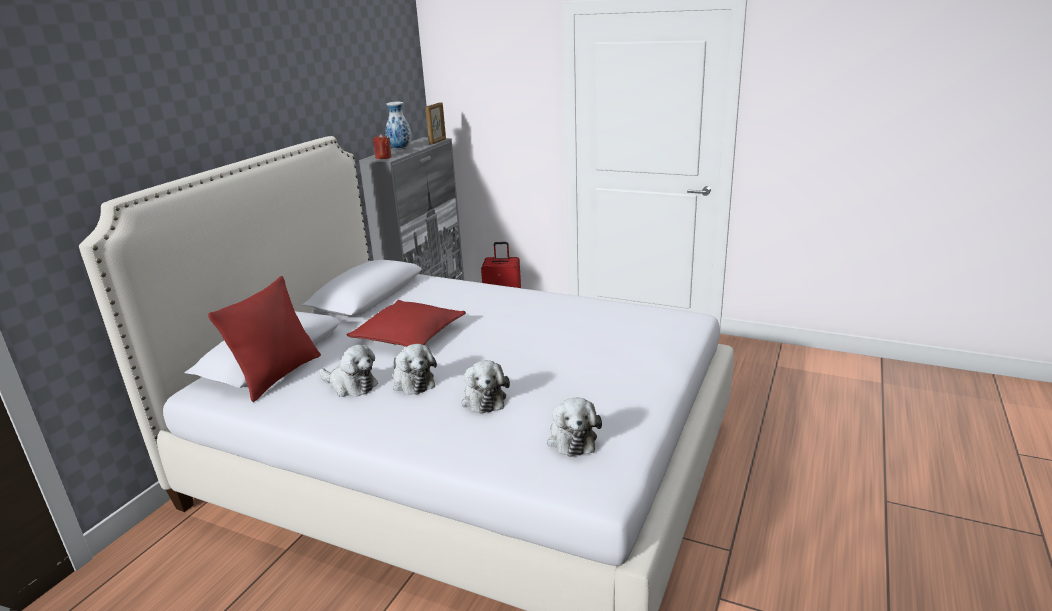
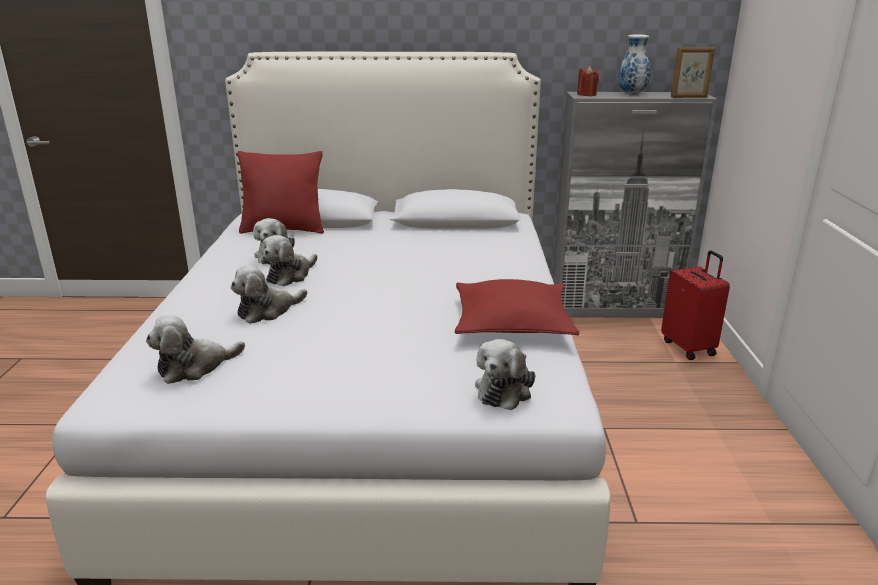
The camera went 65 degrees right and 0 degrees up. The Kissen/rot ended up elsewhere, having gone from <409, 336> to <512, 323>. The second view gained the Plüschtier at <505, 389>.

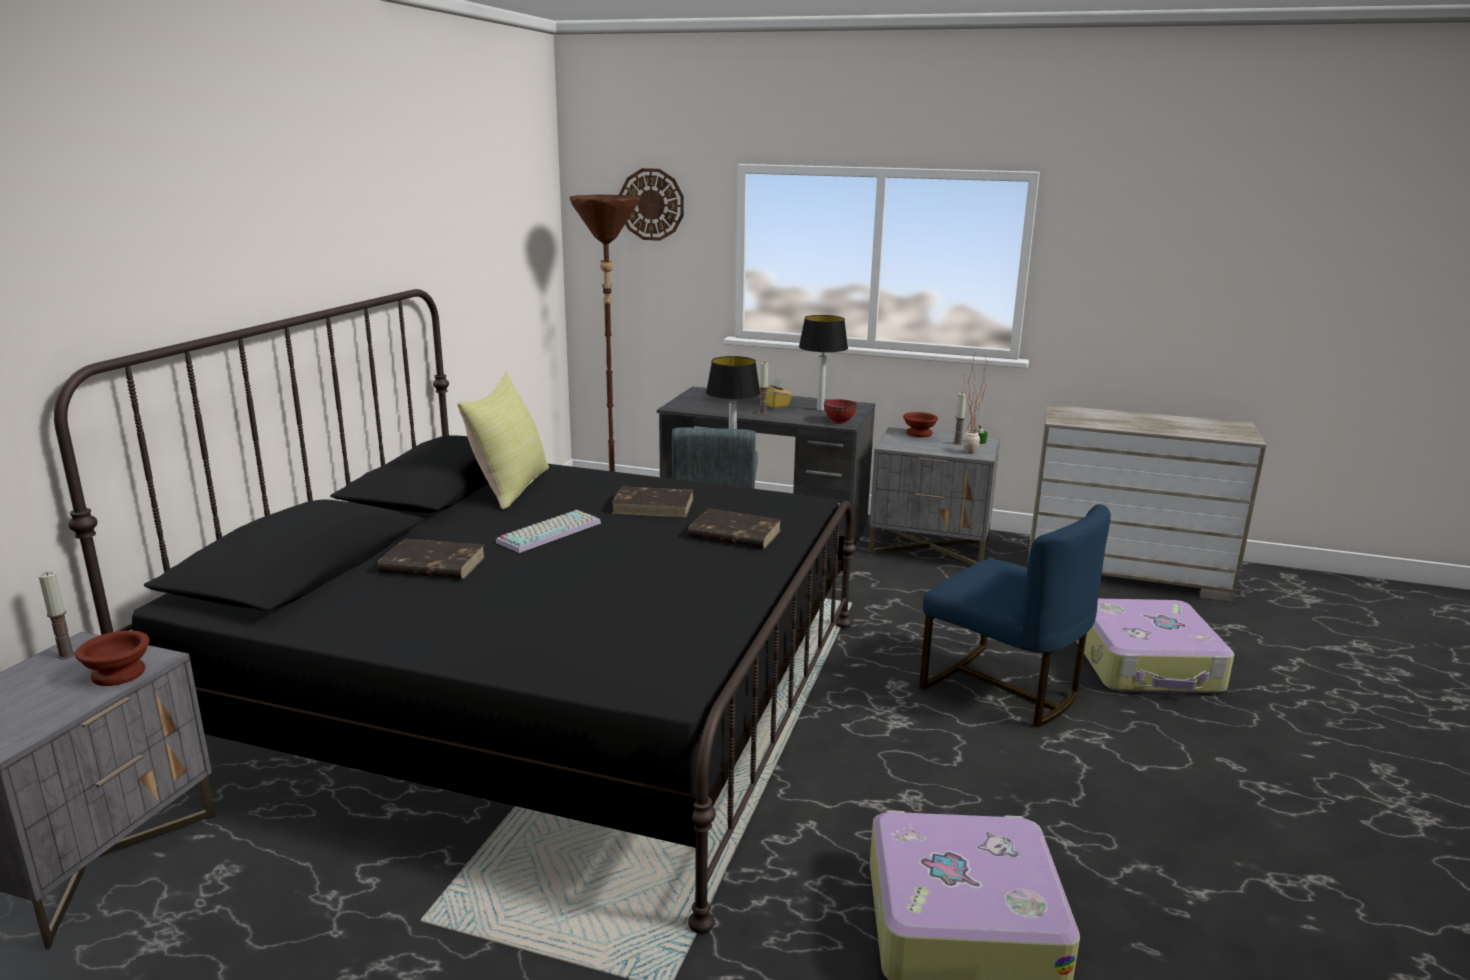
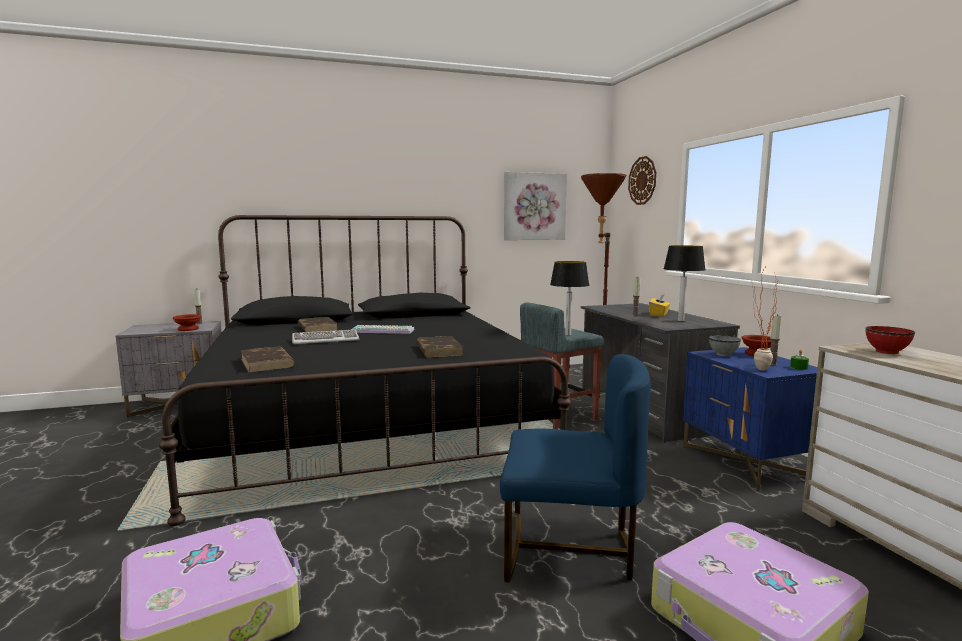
The camera went 55 degrees right and 10 degrees down. The second view lost the Kissen/gelb at <510, 487>. The Buch/braun ended up elsewhere, having gone from <654, 506> to <267, 363>. The Schüssel/rot ended up elsewhere, having gone from <839, 422> to <886, 352>. What was the Nachttisch/grau at <930, 549> turned into the Nachttisch/blau at <746, 462>. The Stuhl/blau at <1003, 688> ended up facing another way, 90 degrees counterclockwise from before. The second view gained the Tastatur at <326, 340>. The second view gained the Bild at <534, 206>. The second view gained the Schüssel/grau at <723, 354>.

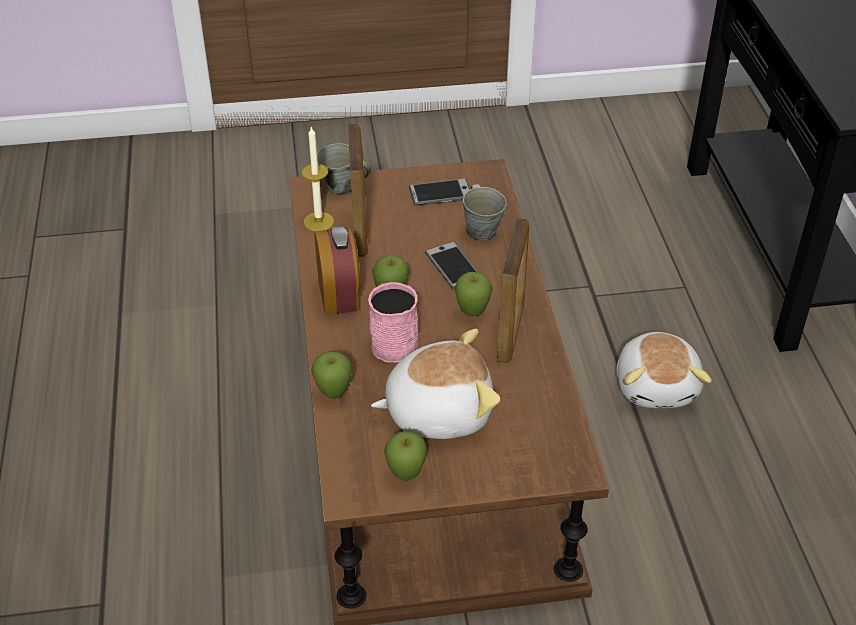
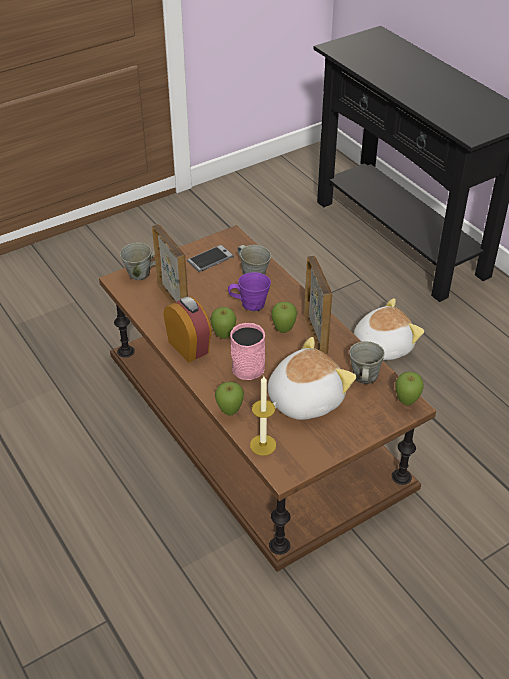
The camera went 25 degrees left and 0 degrees up. The Kerze ended up elsewhere, having gone from <318, 221> to <263, 445>. The Apfel ended up elsewhere, having gone from <406, 475> to <406, 402>. Where the Handy stood at <453, 266>, the Henkelbecher/lila came to stand at <251, 304>. The Plüschtier at <657, 386> ended up facing another way, 90 degrees counterclockwise from before. The second view gained the Henkelbecher/grau at <364, 377>.

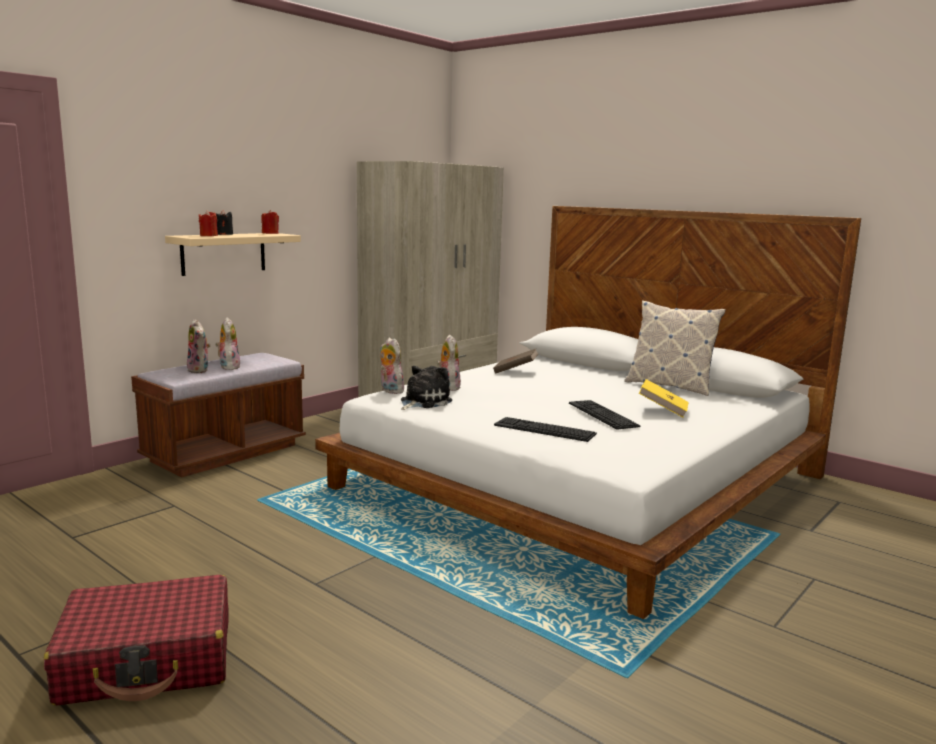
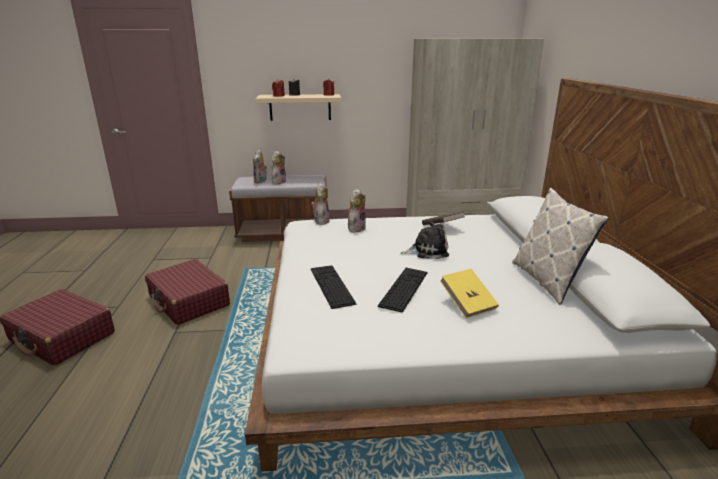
The camera went 45 degrees right and 10 degrees up. The Plüschtier ended up elsewhere, having gone from <423, 402> to <427, 251>. The second view gained the Koffer/rot at <189, 301>.

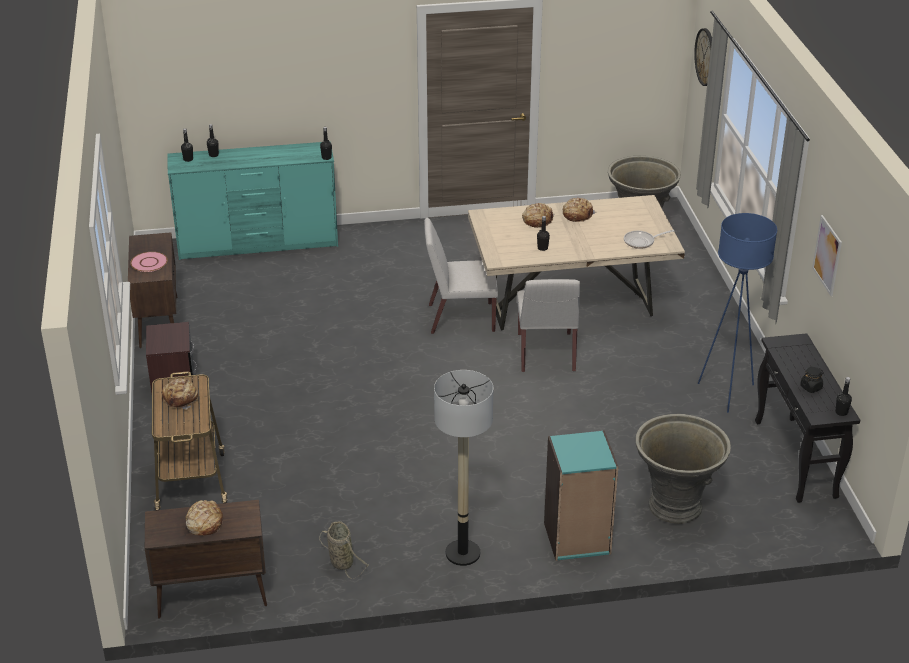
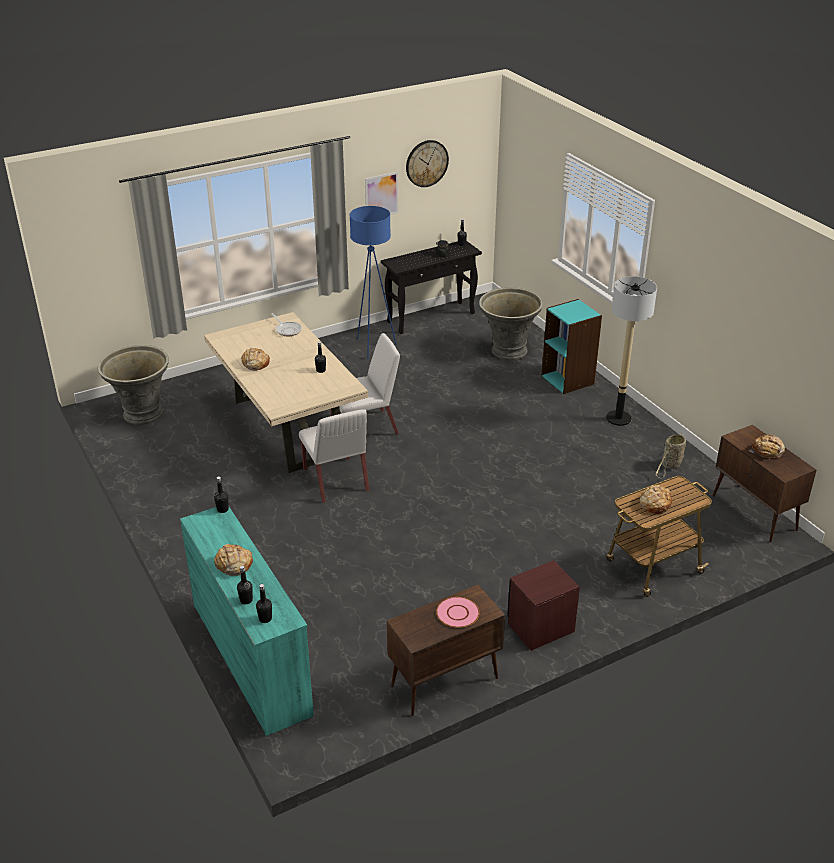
The camera went 110 degrees left and 0 degrees up. The Brot ended up elsewhere, having gone from <537, 220> to <233, 565>. The Wanduhr ended up elsewhere, having gone from <706, 57> to <426, 163>.

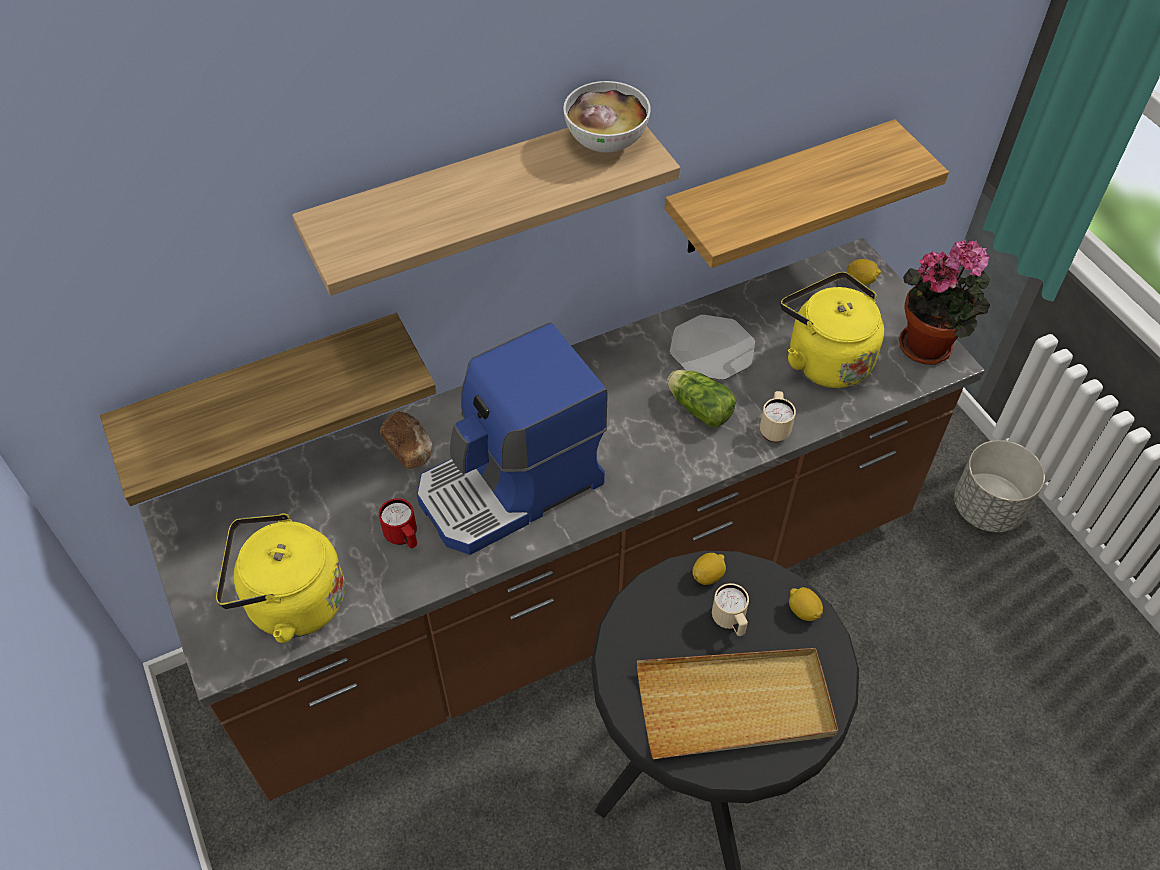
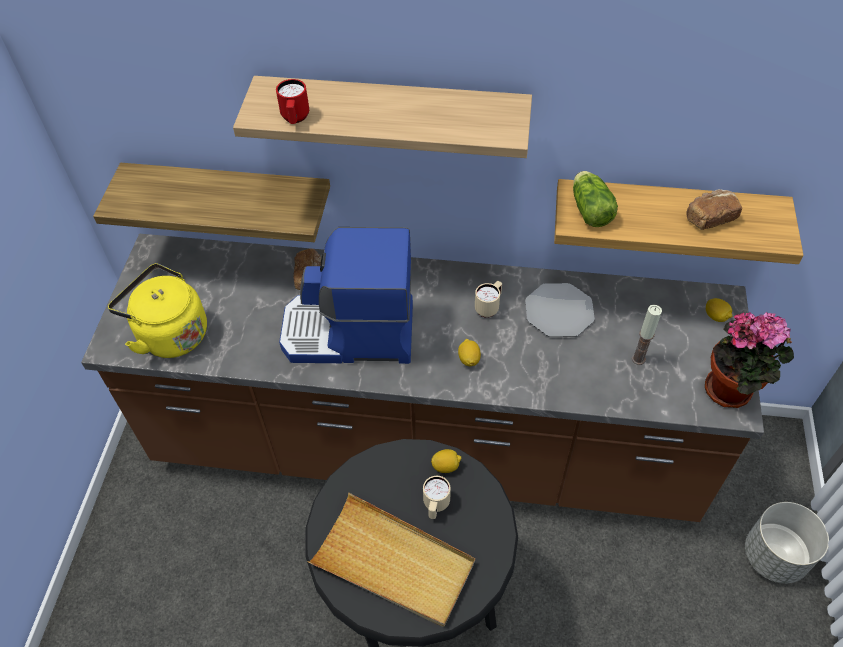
The camera went 35 degrees right and 0 degrees up. The Henkelbecher/rot ended up elsewhere, having gone from <403, 537> to <295, 119>. The second view lost the Schüssel at <606, 142>. The Salatkopf ended up elsewhere, having gone from <697, 407> to <589, 208>. The Henkelbecher/beige ended up elsewhere, having gone from <774, 428> to <489, 307>. Where the Wasserkessel/gelb stood at <824, 358>, the Kerze came to stand at <638, 359>. The Zitrone ended up elsewhere, having gone from <803, 611> to <469, 359>. The second view gained the Brot at <709, 218>.

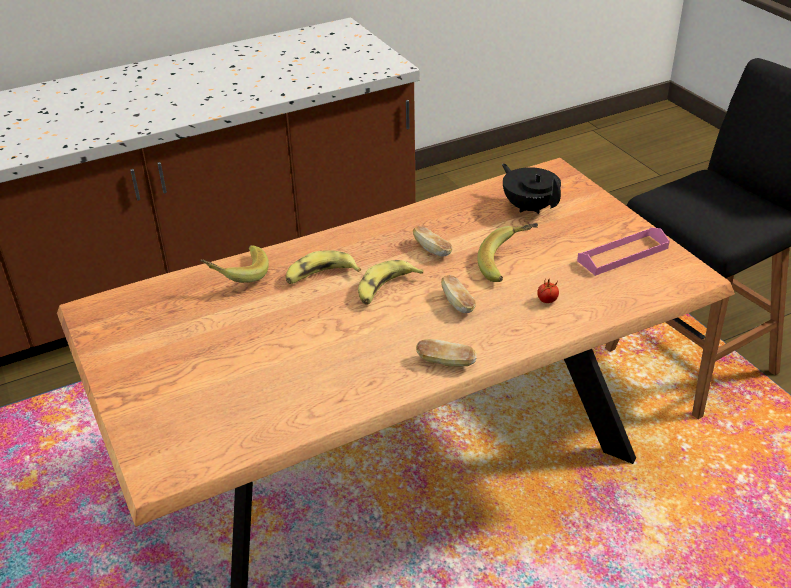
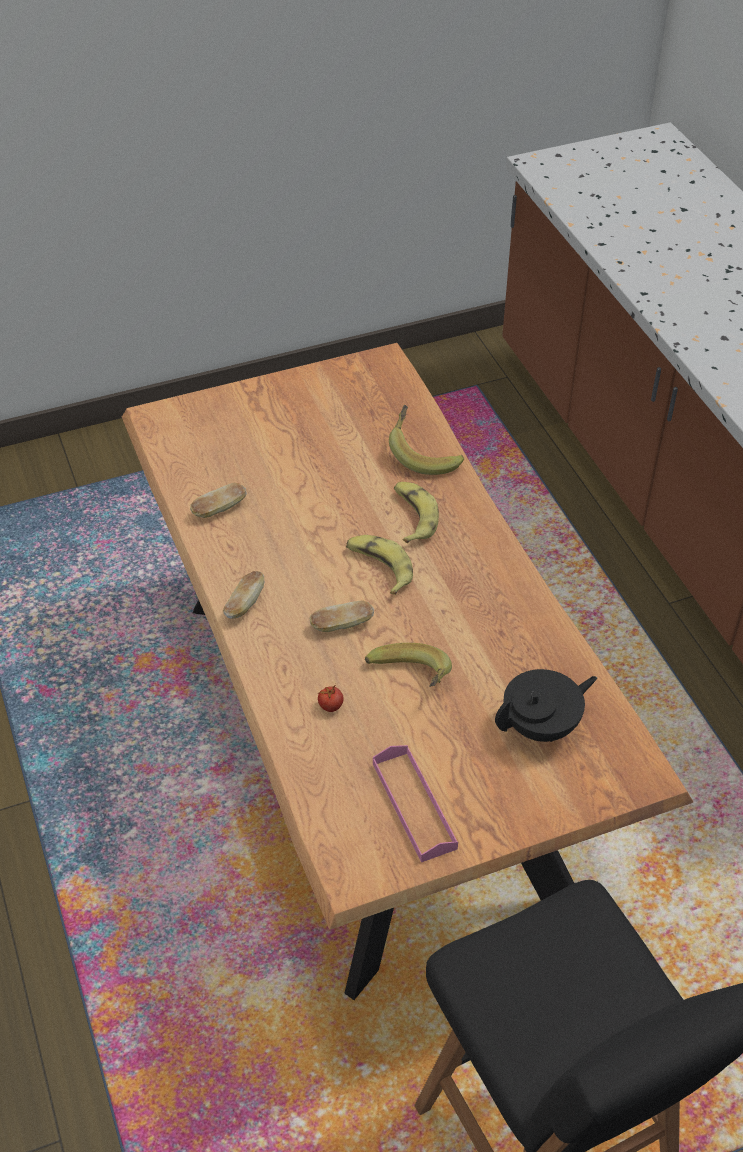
The camera went 95 degrees right and 10 degrees up. The Brot ended up elsewhere, having gone from <432, 249> to <219, 509>.

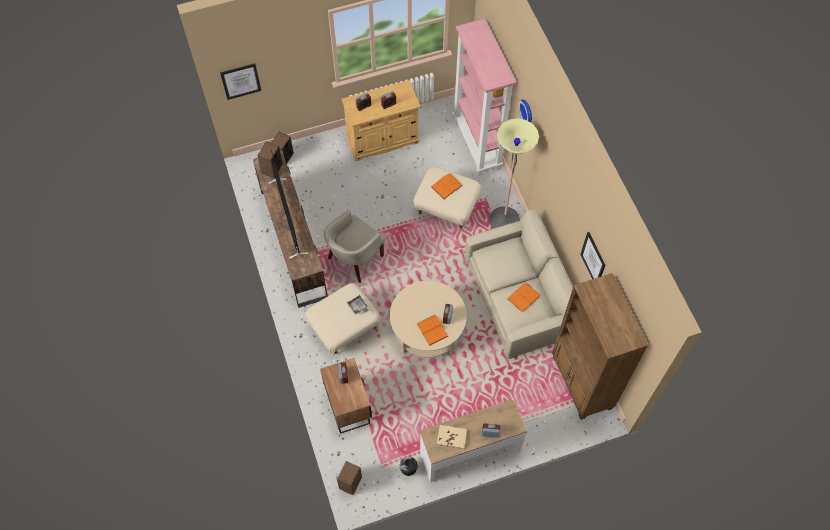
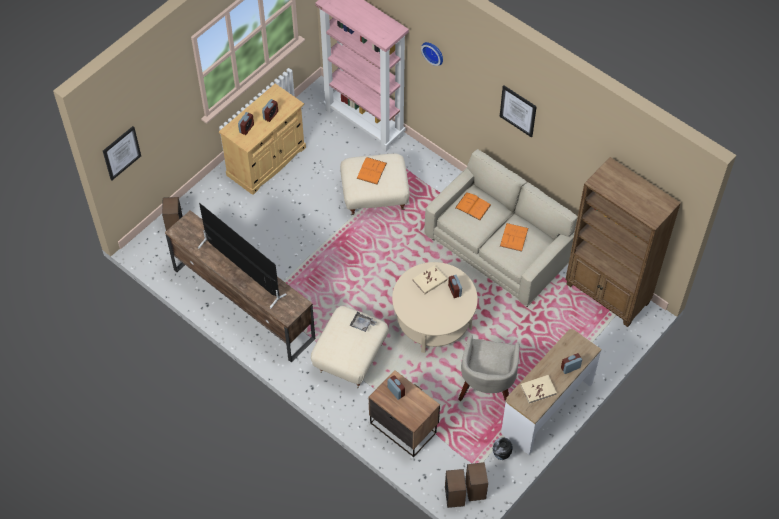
The camera went 30 degrees left and 5 degrees down. The Lautsprecher ended up elsewhere, having gone from <272, 168> to <475, 490>. The Sessel/beige ended up elsewhere, having gone from <354, 259> to <487, 387>. The Buch/orange ended up elsewhere, having gone from <432, 330> to <473, 206>. The second view lost the Stehlampe at <504, 220>. The Bild ended up elsewhere, having gone from <593, 259> to <518, 110>. The second view gained the Buch/beige at <429, 280>.

